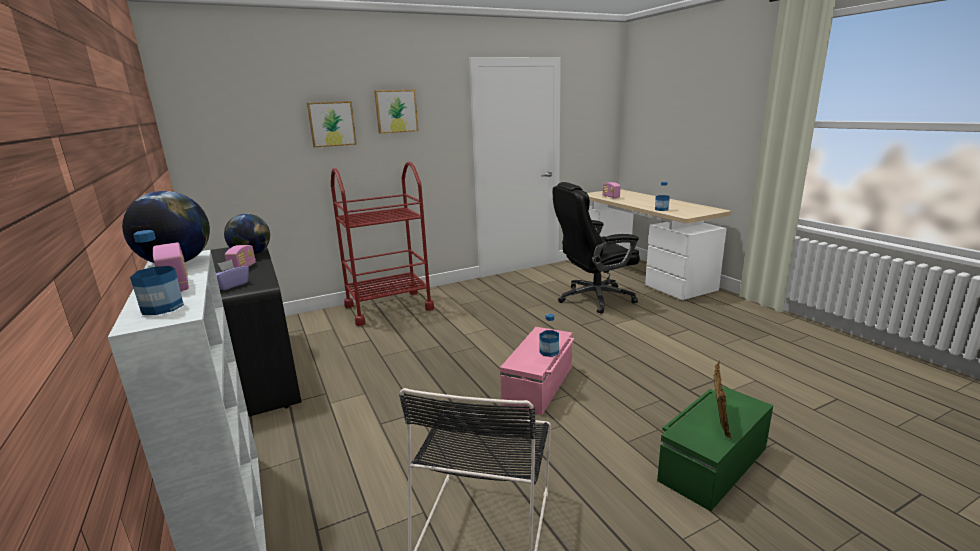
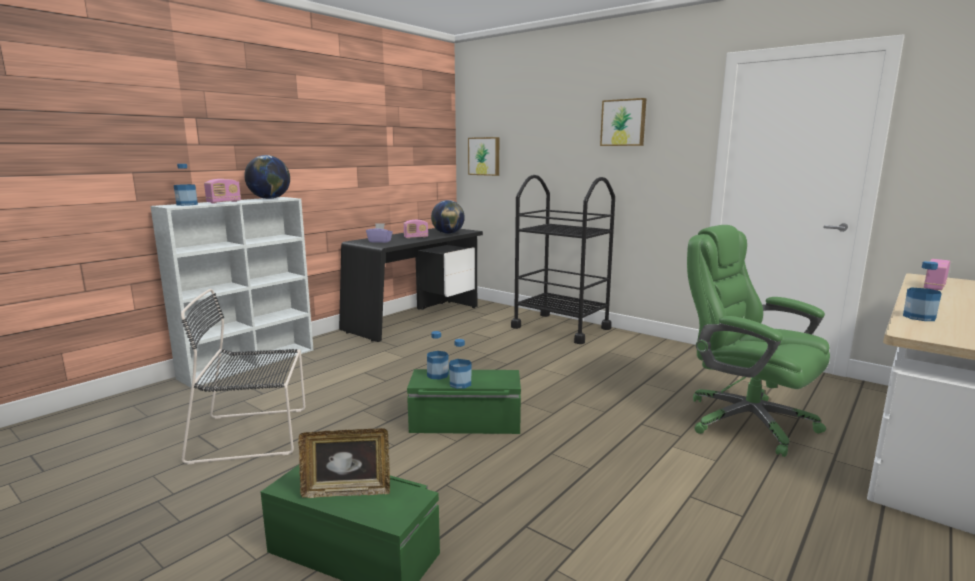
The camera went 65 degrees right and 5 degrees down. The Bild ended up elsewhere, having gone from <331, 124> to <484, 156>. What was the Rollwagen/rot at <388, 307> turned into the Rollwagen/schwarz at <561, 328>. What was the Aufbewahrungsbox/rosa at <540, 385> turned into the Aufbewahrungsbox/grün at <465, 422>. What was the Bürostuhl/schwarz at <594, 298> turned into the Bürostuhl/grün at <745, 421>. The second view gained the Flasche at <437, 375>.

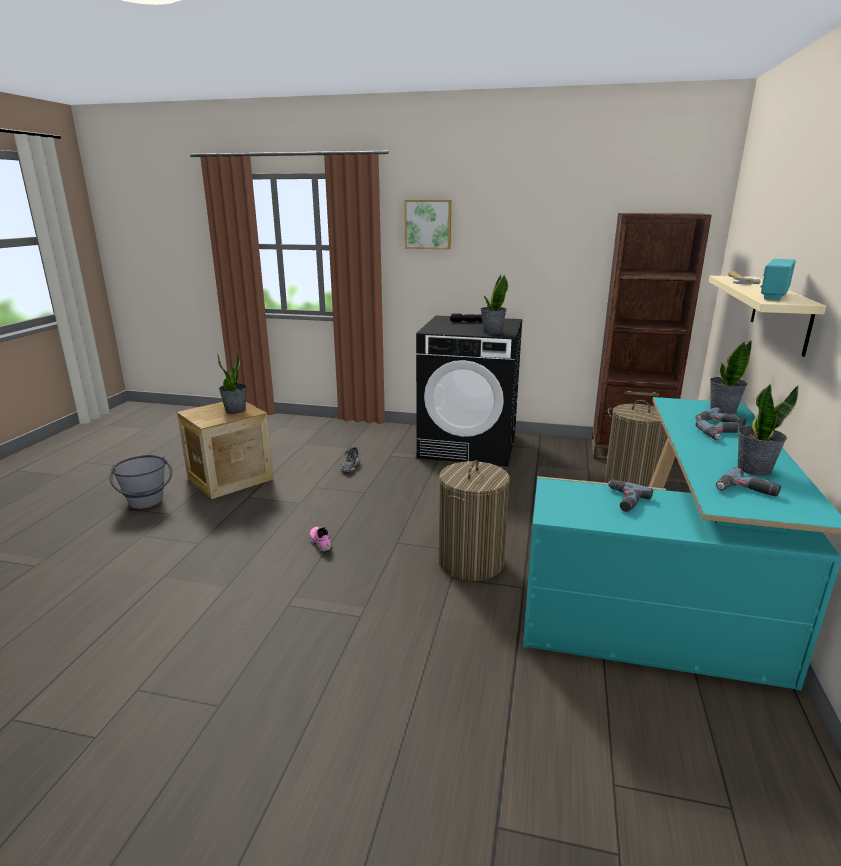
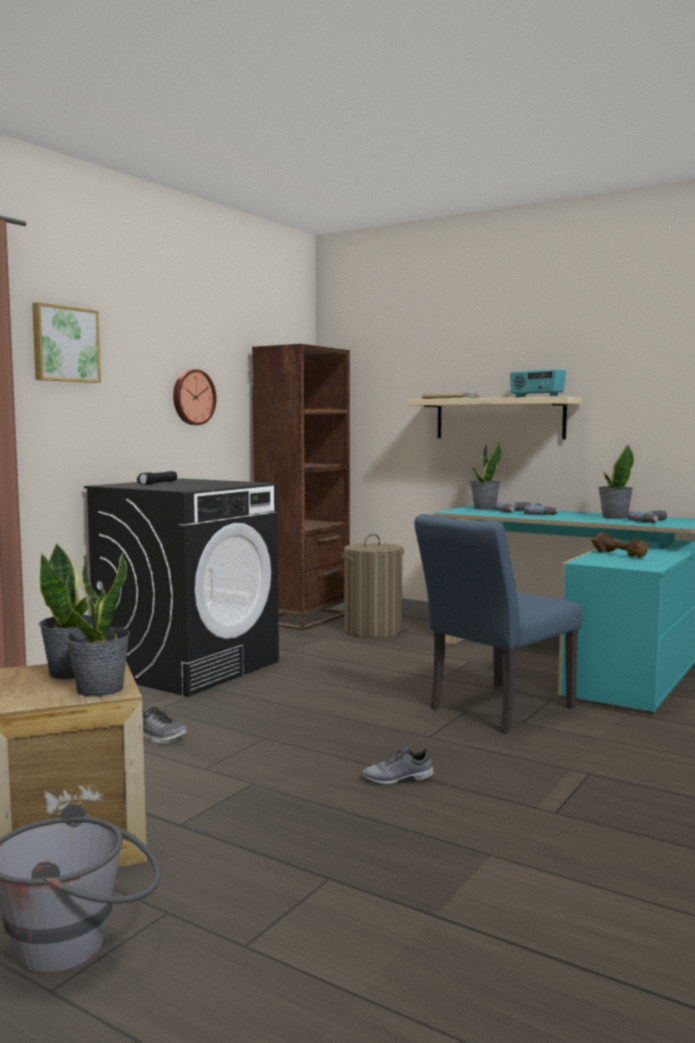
The camera went 70 degrees left and 15 degrees down. What was the Schuh/rosa at <320, 542> turned into the Schuh/grau at <398, 779>. Where the Wäschekorb stood at <471, 562>, the Stuhl/blau came to stand at <494, 710>. The Topfpflanze ended up elsewhere, having gone from <492, 332> to <100, 689>. Where the Bohrmaschine stood at <623, 500>, the Hantel/braun came to stand at <620, 555>. The second view gained the Wanduhr at <192, 397>.

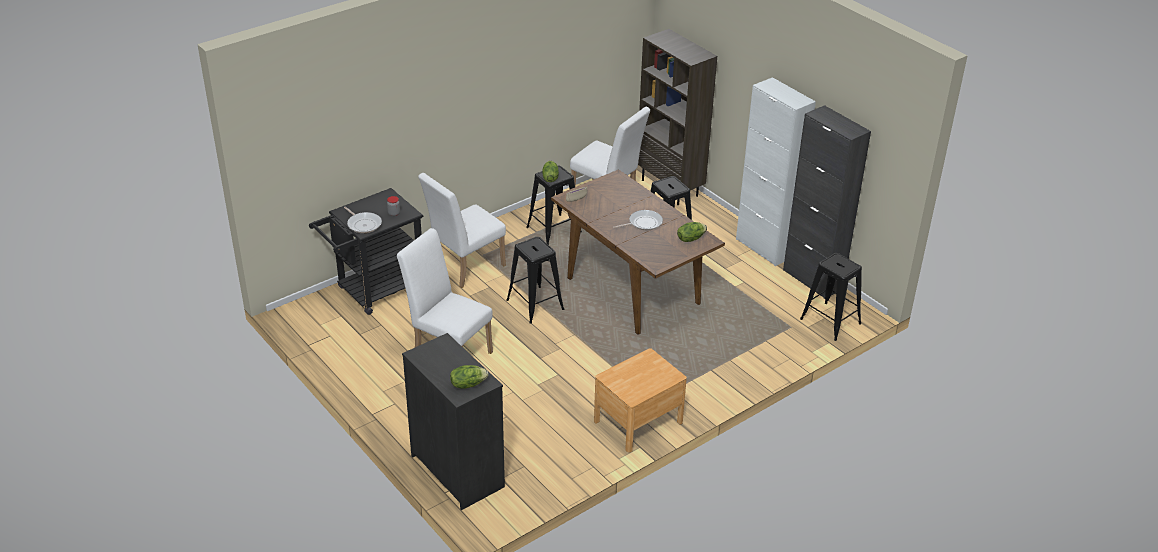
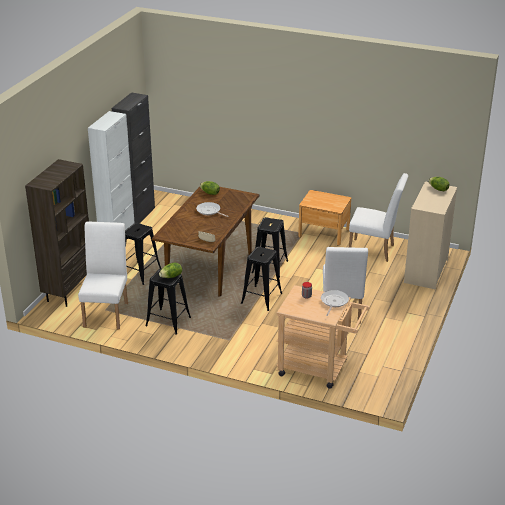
The camera went 120 degrees left and 5 degrees down. What was the Rollwagen/schwarz at <374, 292> turned into the Rollwagen/beige at <318, 369>. What was the Kommode/schwarz at <458, 471> turned into the Kommode/beige at <425, 271>. The Stuhl/weiß ended up elsewhere, having gone from <464, 268> to <375, 250>. The Hocker/schwarz ended up elsewhere, having gone from <830, 321> to <270, 267>.

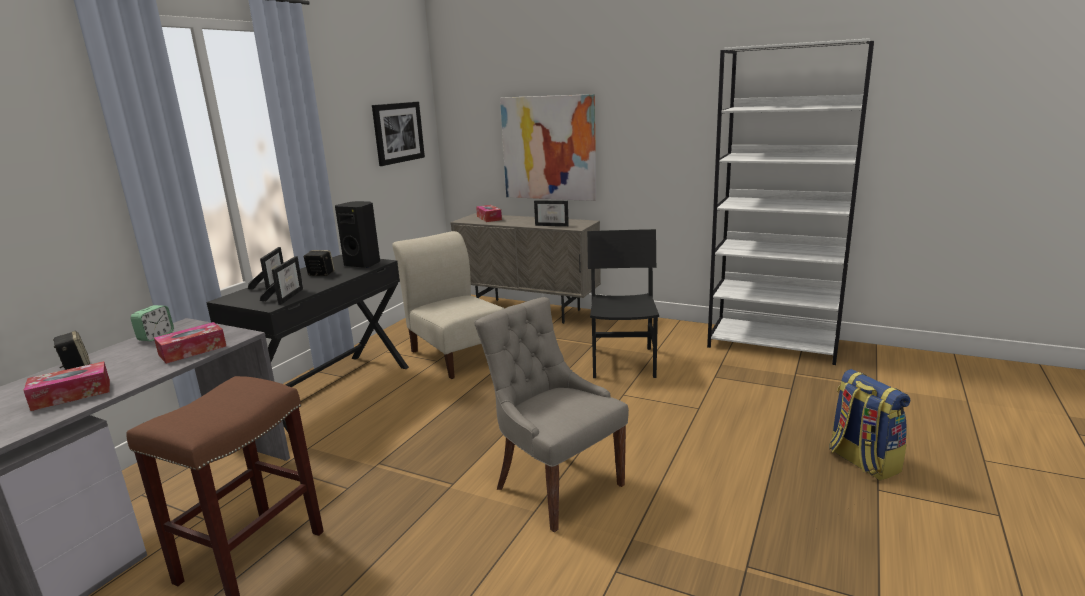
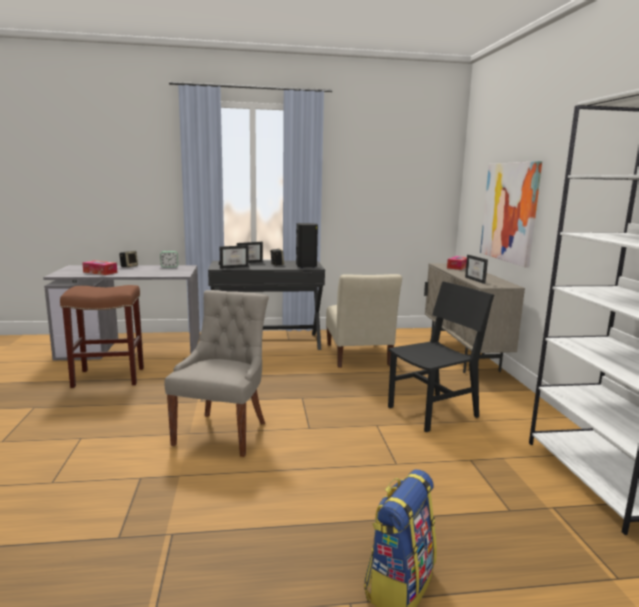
The camera went 55 degrees right and 5 degrees down. The second view lost the Taschentuchbox at <192, 350>. The second view lost the Bild at <398, 132>. The Stuhl/beige at <457, 354> ended up facing another way, 150 degrees clockwise from before.

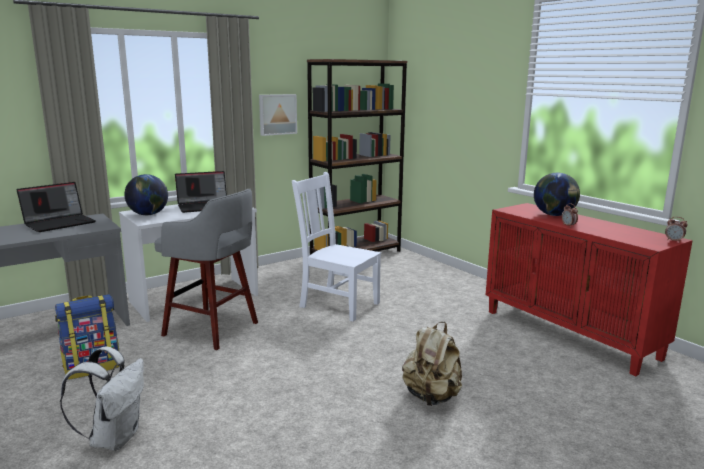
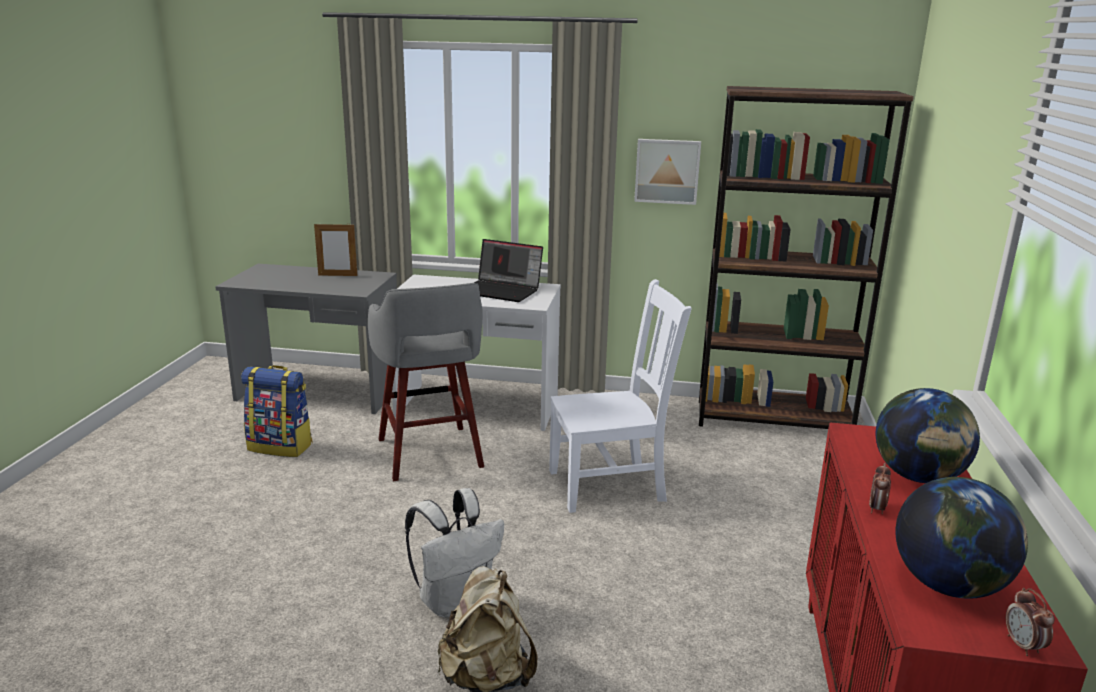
The camera went 45 degrees right and 5 degrees up. Where the Laptop stood at <60, 223>, the Bilderrahmen came to stand at <337, 275>. The Rucksack/weiß ended up elsewhere, having gone from <114, 438> to <455, 600>. The Globus ended up elsewhere, having gone from <148, 214> to <949, 585>. The Stuhl/weiß at <337, 304> ended up facing another way, 90 degrees clockwise from before.

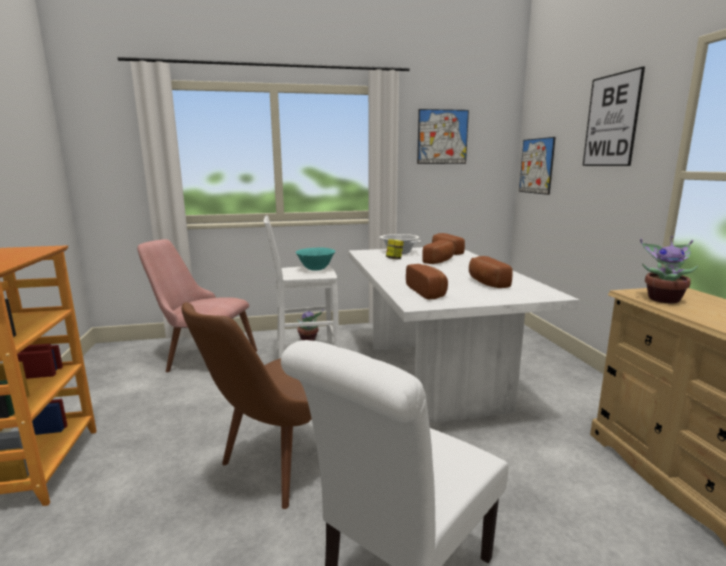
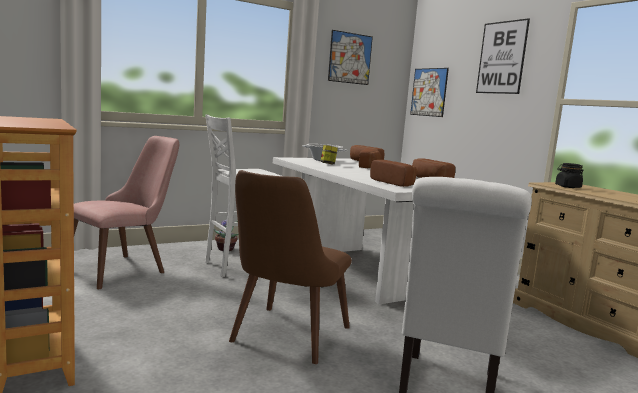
The camera went 20 degrees left and 5 degrees down. The Stuhl/rosa at <202, 360> ended up facing another way, 135 degrees clockwise from before. The second view lost the Schüssel/türkis at <316, 269>. Where the Topfpflanze stood at <663, 299>, the Vorratsglas/schwarz came to stand at <567, 187>.

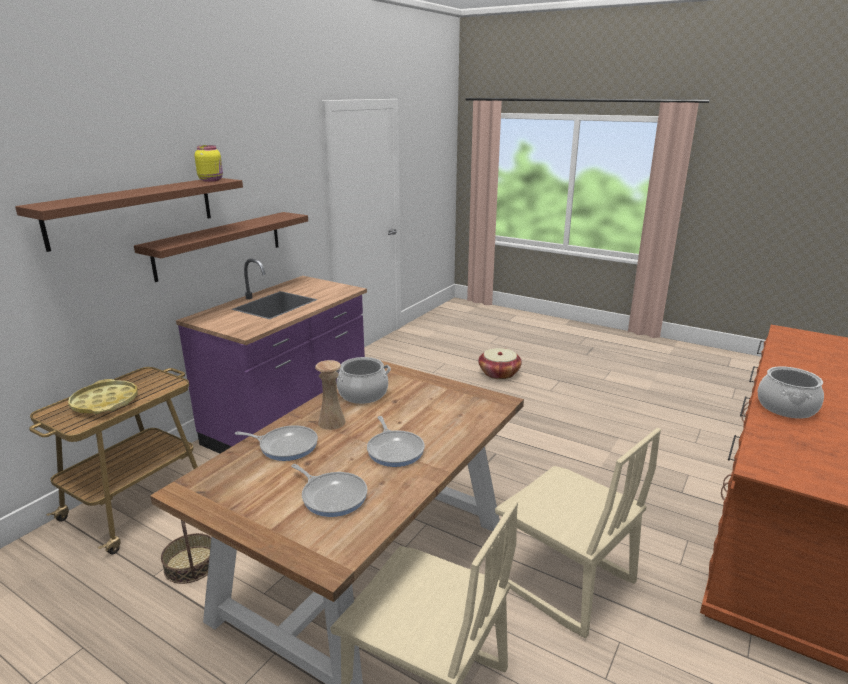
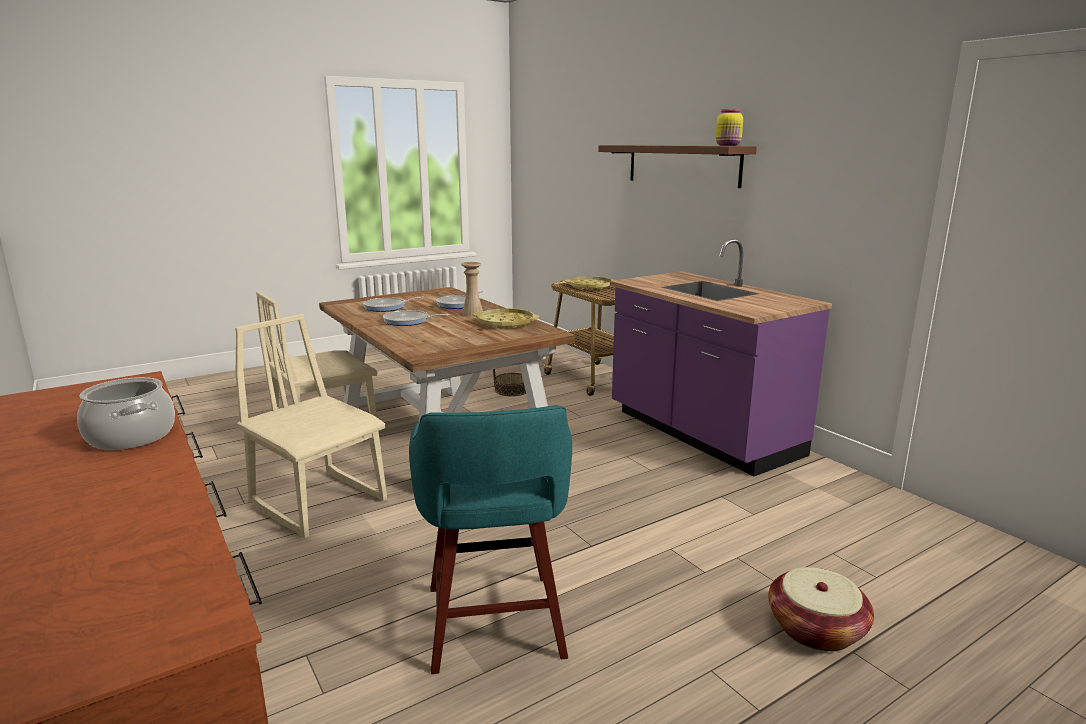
The camera went 115 degrees right and 5 degrees down. The second view lost the Wandregal/braun at <220, 244>. Where the Kochtopf stood at <363, 394>, the Tablett/gelb came to stand at <505, 323>. The Stuhl/beige at <564, 583> ended up facing another way, 60 degrees clockwise from before. The second view gained the Hocker/türkis at <494, 625>.

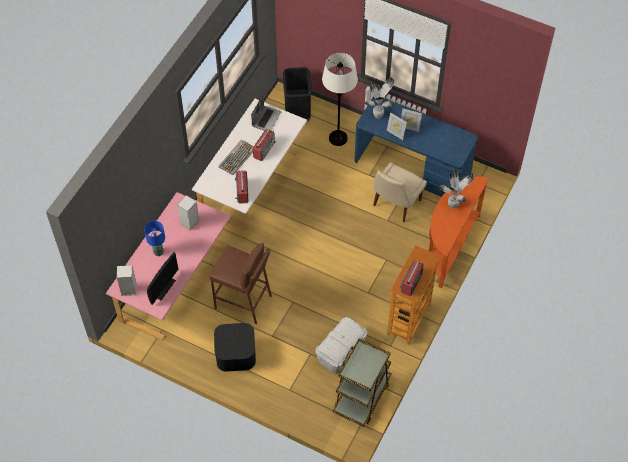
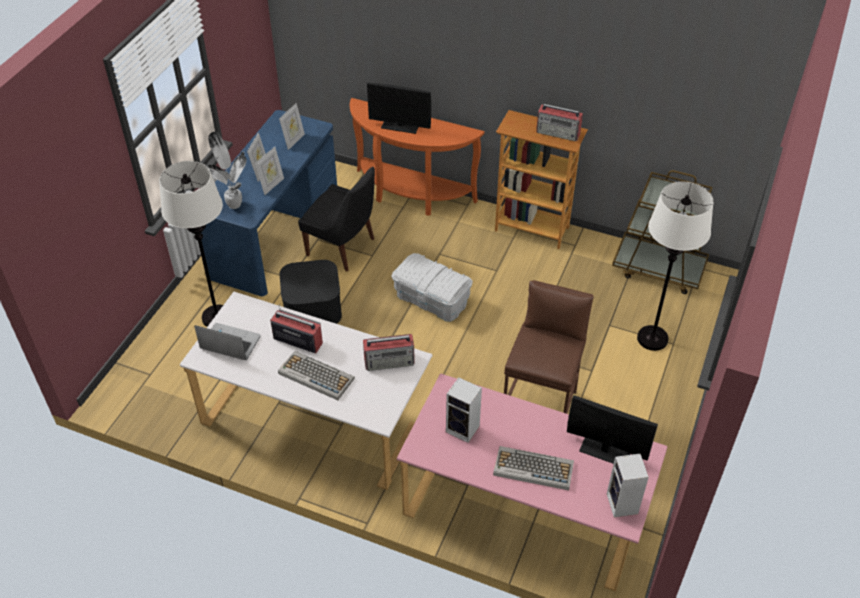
The camera went 95 degrees left and 10 degrees down. Where the Tischlampe/blau stood at <158, 251>, the Tastatur came to stand at <532, 469>. The Aufbewahrungsbox/schwarz ended up elsewhere, having gone from <235, 353> to <312, 307>. The second view lost the Mülleimer/schwarz at <298, 113>. The Aufbewahrungsbox/weiß ended up elsewhere, having gone from <341, 351> to <432, 299>. What was the Stuhl/beige at <395, 204> turned into the Stuhl/schwarz at <343, 248>. Where the Topfpflanze stood at <454, 205>, the Monitor came to stand at <400, 126>. The second view gained the Bilderrahmen at <293, 141>. The second view gained the Stehlampe/weiß at <652, 339>.

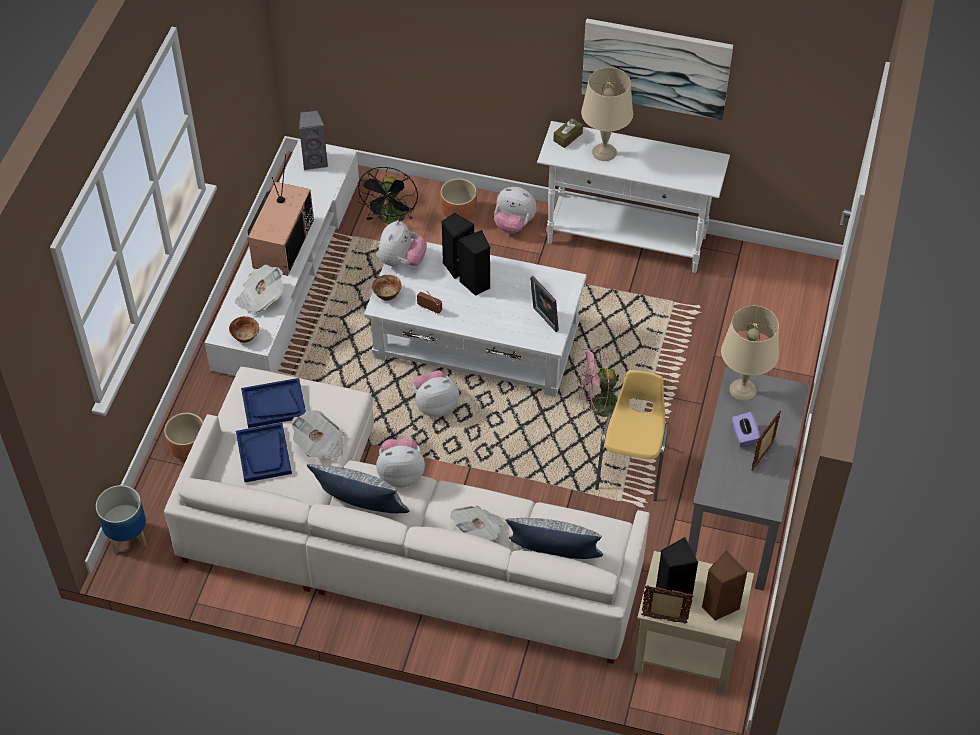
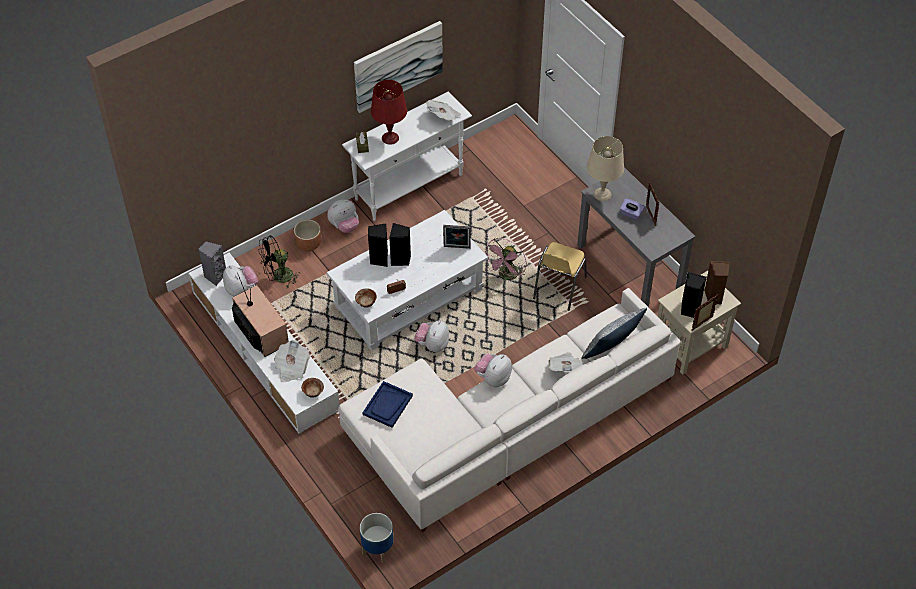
The camera went 50 degrees left and 0 degrees up. The second view lost the Pflanzkübel/braun at <188, 449>. The second view lost the Tablett/blau at <264, 454>. The Zeitung ended up elsewhere, having gone from <320, 445> to <443, 116>. The second view lost the Kissen at <360, 509>. The Ventilator/schwarz at <391, 219> ended up facing another way, 105 degrees clockwise from before. The Plüschtier ended up elsewhere, having gone from <401, 261> to <241, 289>. What was the Tischlampe/beige at <604, 152> turned into the Tischlampe/rot at <390, 138>. The Stuhl/gelb at <632, 466> ended up facing another way, 120 degrees counterclockwise from before.

